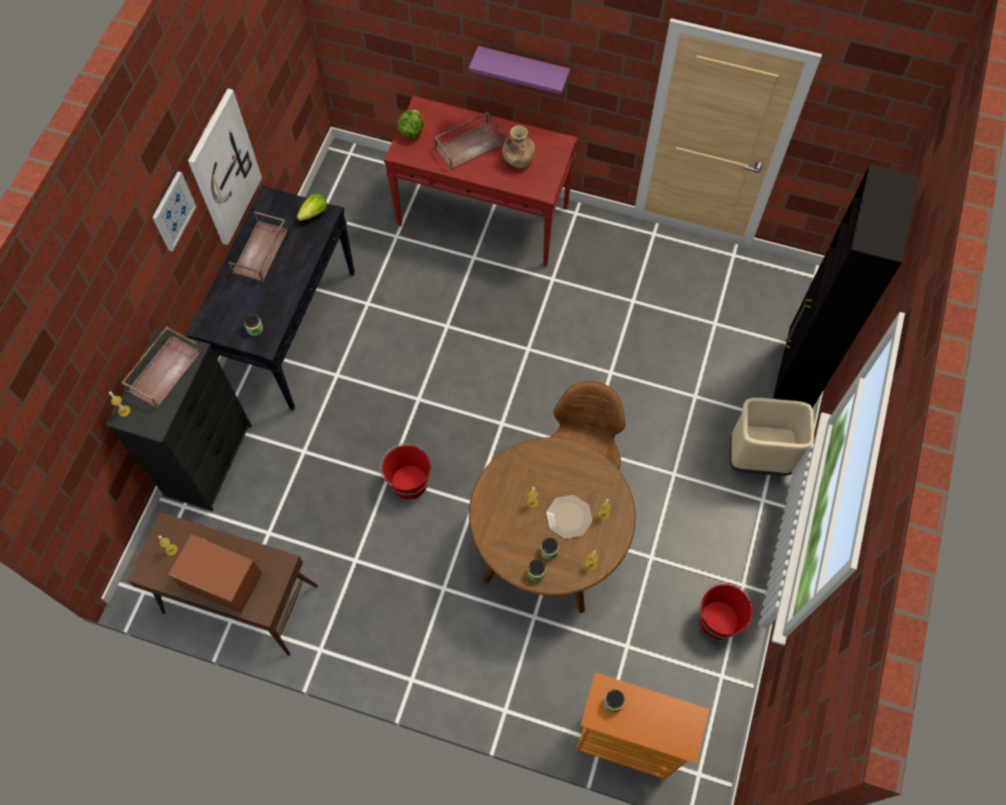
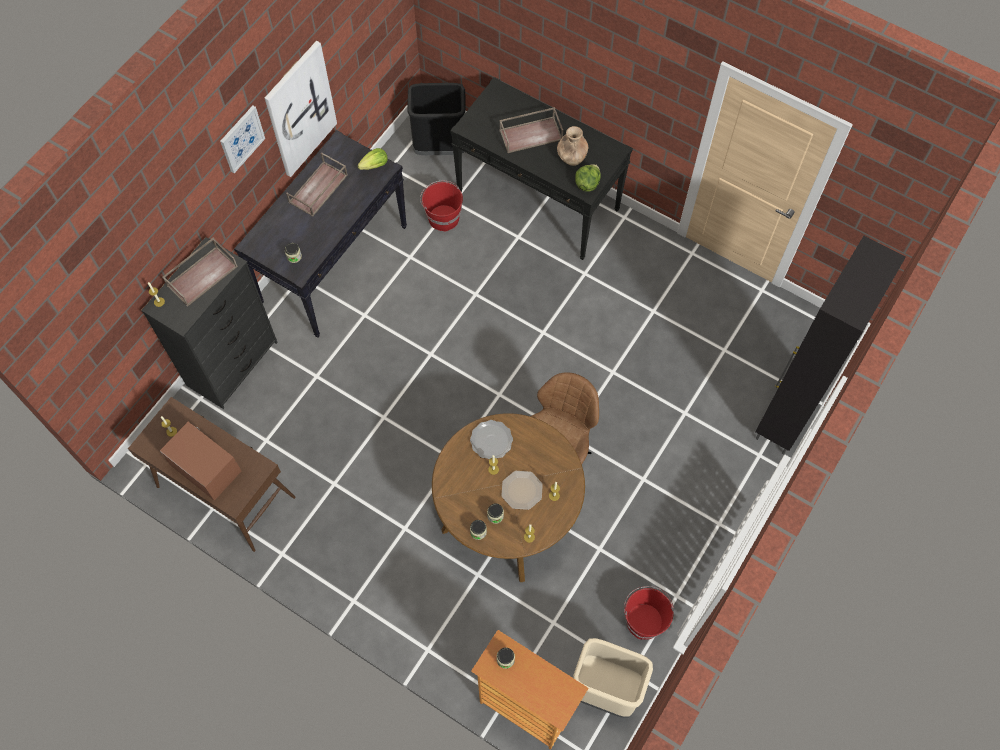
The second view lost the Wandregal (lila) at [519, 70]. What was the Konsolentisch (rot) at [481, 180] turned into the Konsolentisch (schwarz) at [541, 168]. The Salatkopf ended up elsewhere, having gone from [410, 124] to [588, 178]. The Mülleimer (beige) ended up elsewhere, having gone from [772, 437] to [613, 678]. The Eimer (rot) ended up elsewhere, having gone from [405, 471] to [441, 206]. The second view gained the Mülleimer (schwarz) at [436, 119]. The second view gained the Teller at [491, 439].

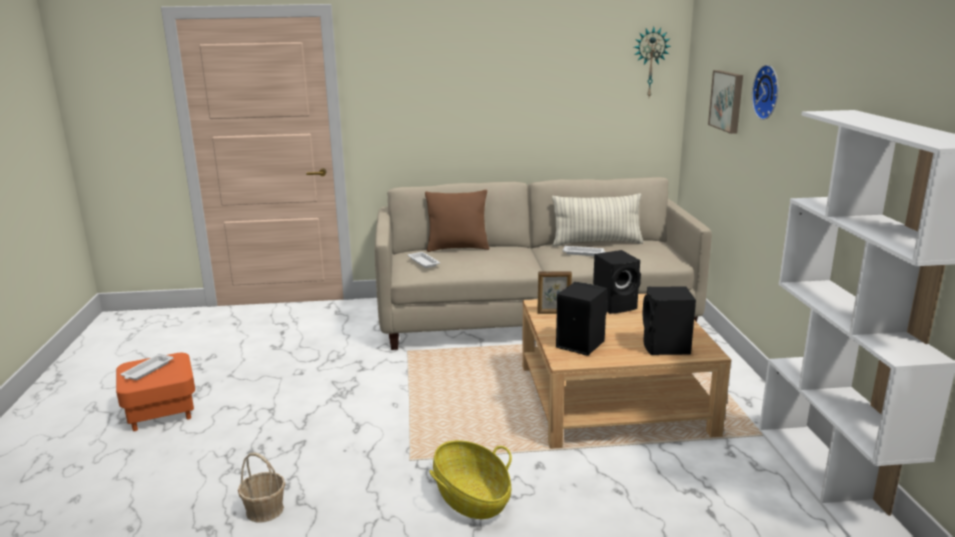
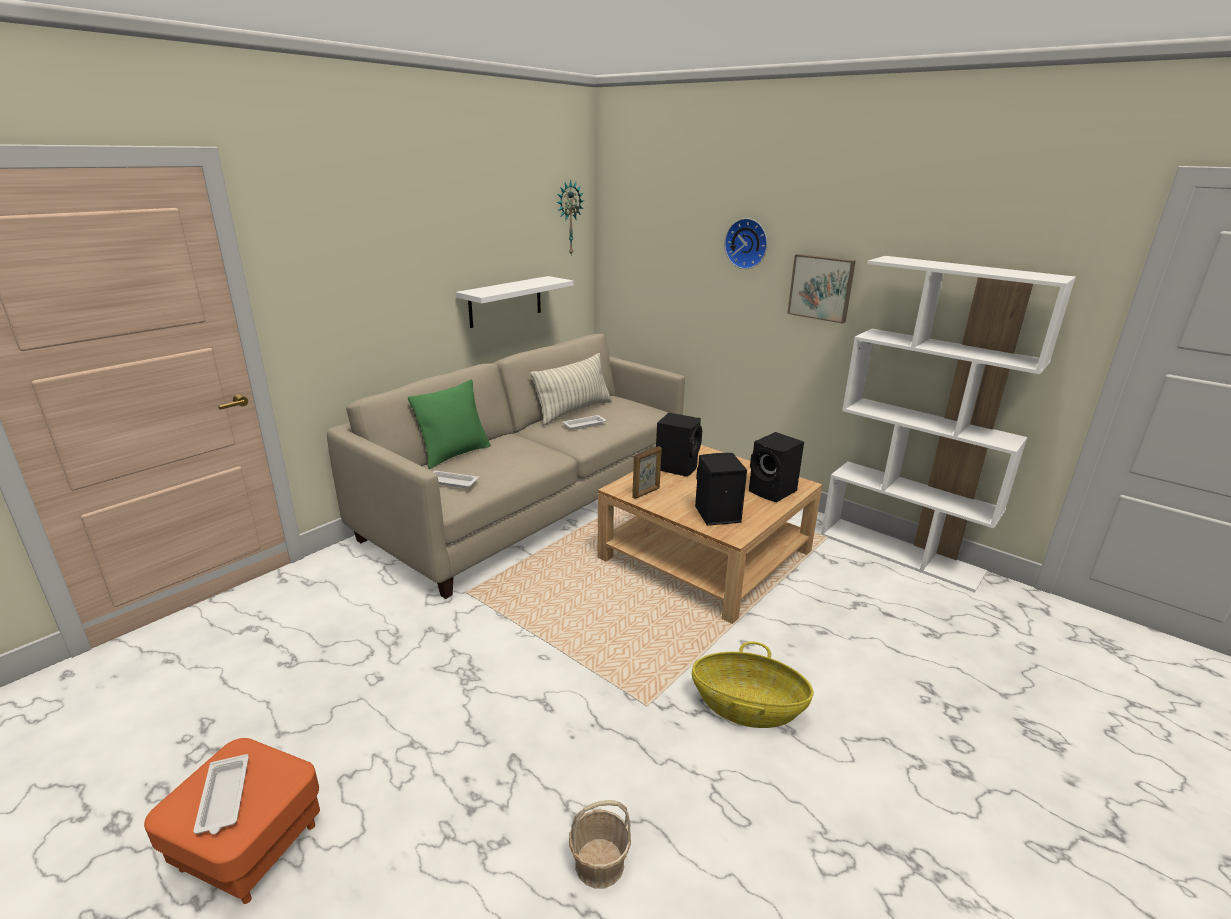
The Bild ended up elsewhere, having gone from [725, 102] to [821, 289]. What was the Kissen (braun) at [457, 221] turned into the Kissen (grün) at [449, 424]. The second view gained the Wandregal (weiß) at [514, 302].

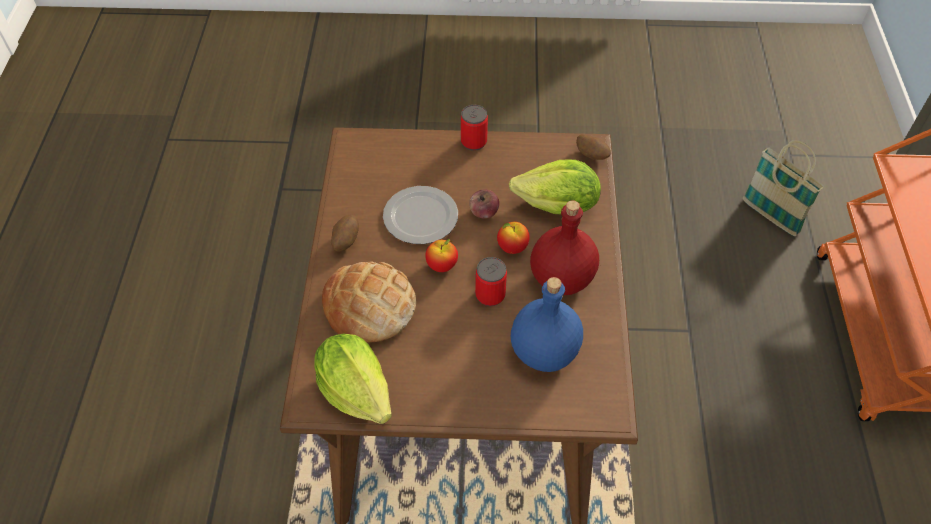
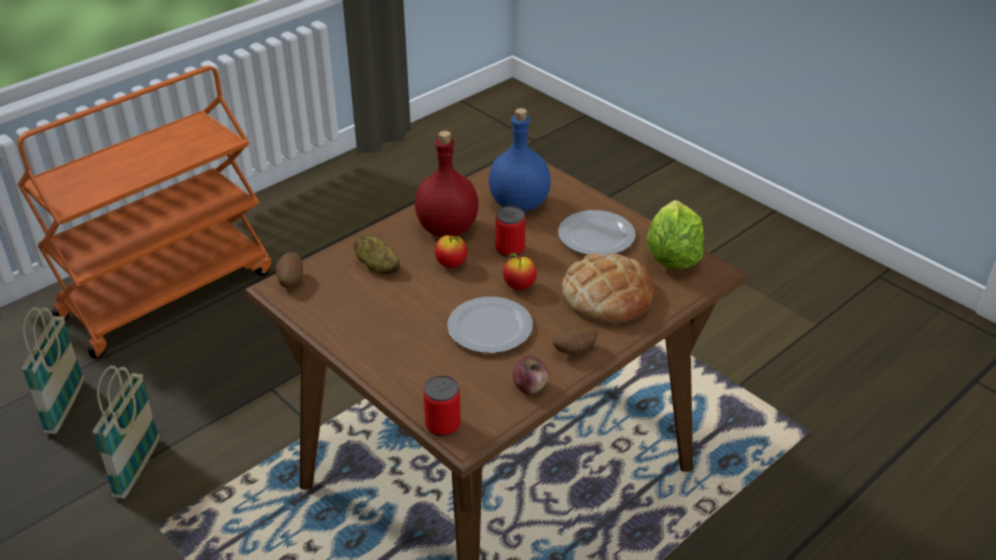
The Dose ended up elsewhere, having gone from [474, 128] to [442, 406]. Where the Salatkopf stood at [555, 187], the Kartoffel came to stand at [377, 254]. The Apfel ended up elsewhere, having gone from [484, 204] to [530, 375]. The second view gained the Teller at [596, 232]. The second view gained the Korb at [126, 432].

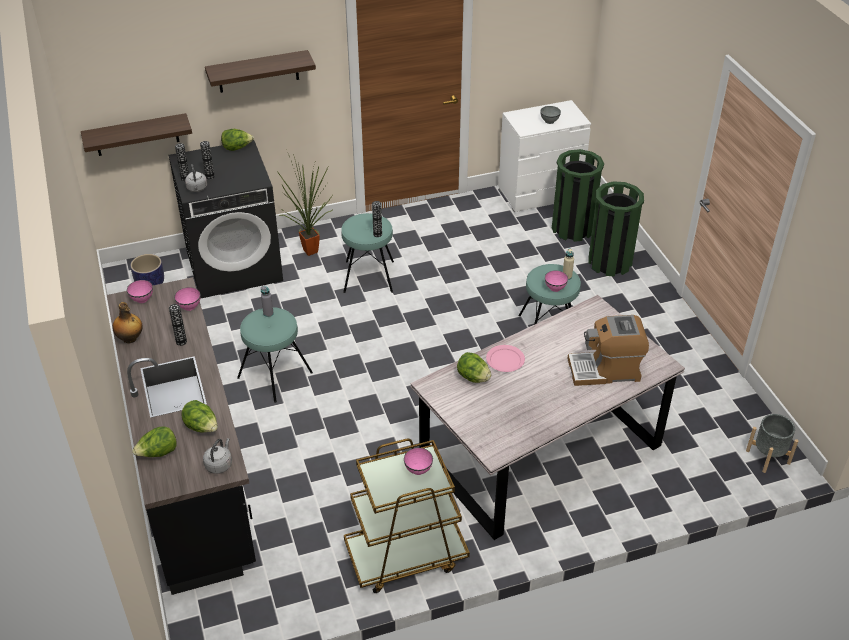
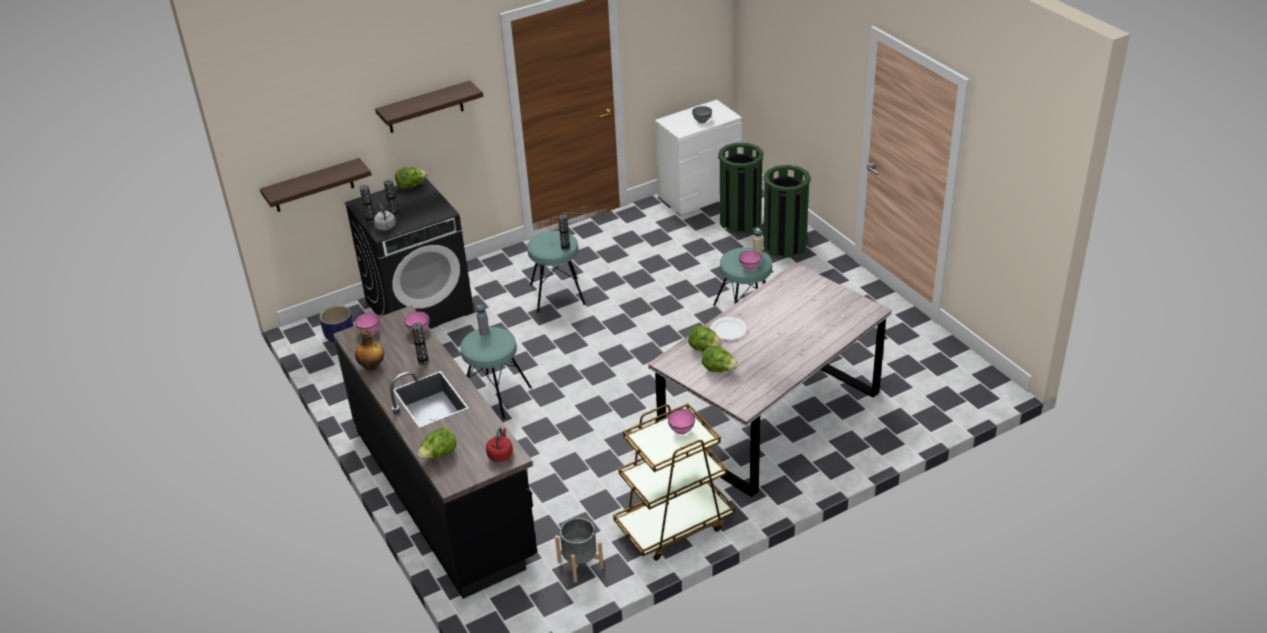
The second view lost the Topfpflanze at [305, 205]. The second view lost the Kaffeemaschine at [608, 350]. What was the Teller (rosa) at [505, 358] turned into the Teller (weiß) at [728, 328]. The Salatkopf ended up elsewhere, having gone from [199, 416] to [720, 359]. The Pflanzkübel (grau) ended up elsewhere, having gone from [772, 443] to [579, 550]. What was the Wasserkessel (grau) at [217, 456] turned into the Wasserkessel (rot) at [499, 444].

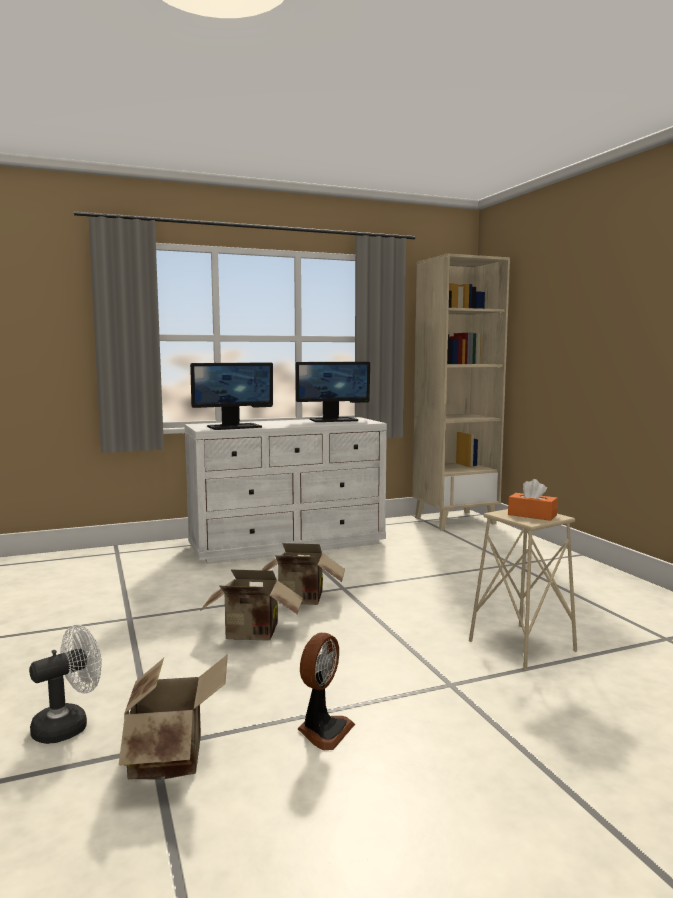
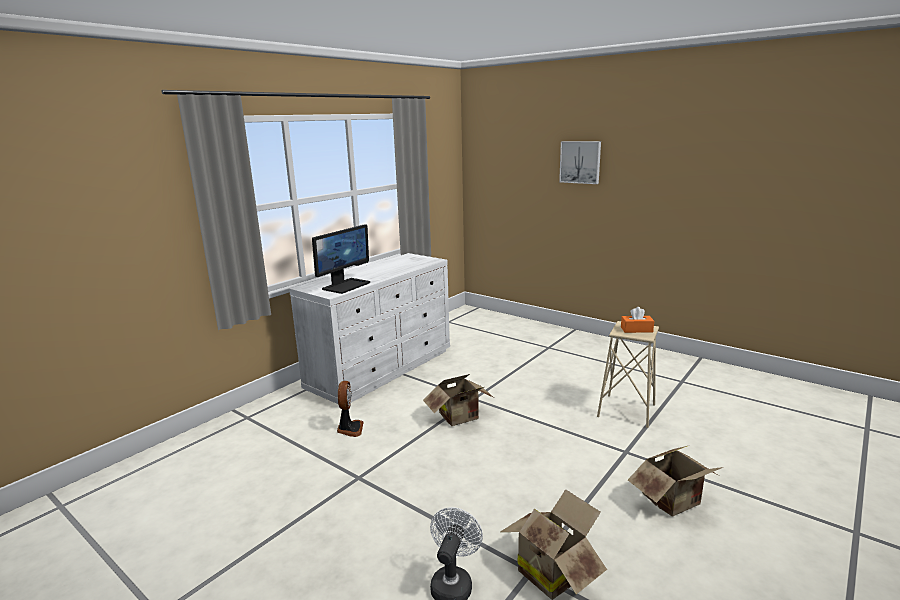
The second view lost the Bücherregal (beige) at [461, 392]. The second view lost the Monitor at [333, 392]. The Karton ended up elsewhere, having gone from [251, 605] to [675, 481]. The Ventilator ended up elsewhere, having gone from [326, 691] to [350, 409]. The second view gained the Bild at [580, 162].

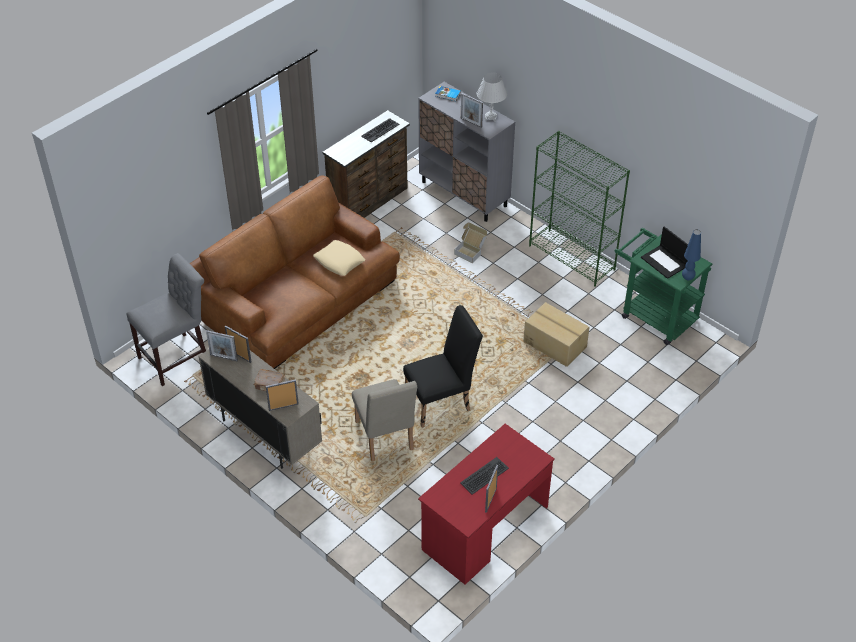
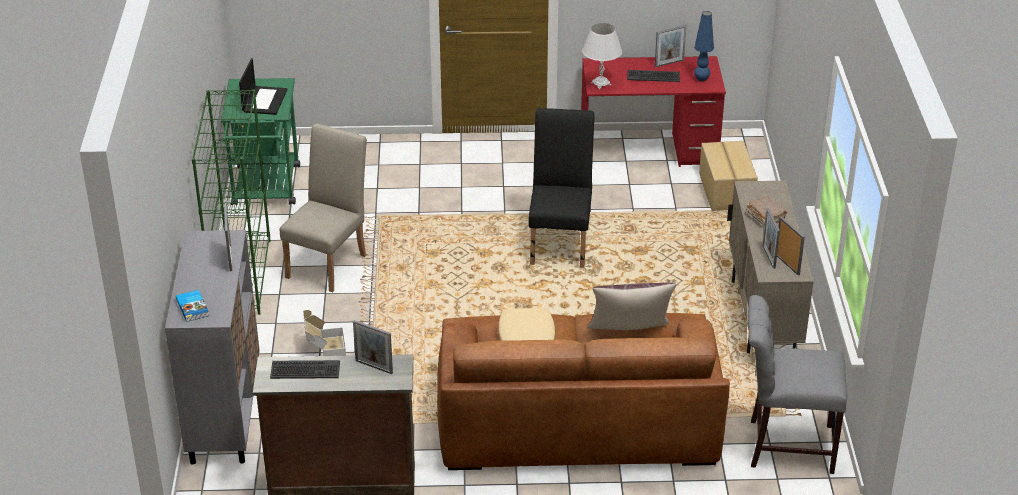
The Tischlampe (weiß) ended up elsewhere, having gone from [492, 97] to [602, 56]. The Tischlampe (blau) ended up elsewhere, having gone from [691, 254] to [704, 46]. The Karton ended up elsewhere, having gone from [557, 334] to [728, 176]. The Stuhl (schwarz) at [443, 366] ended up facing another way, 75 degrees clockwise from before. The Bilderrahmen ended up elsewhere, having gone from [282, 395] to [373, 347]. The Stuhl (beige) ended up elsewhere, having gone from [384, 420] to [323, 208]. The second view gained the Kissen (braun) at [632, 306].

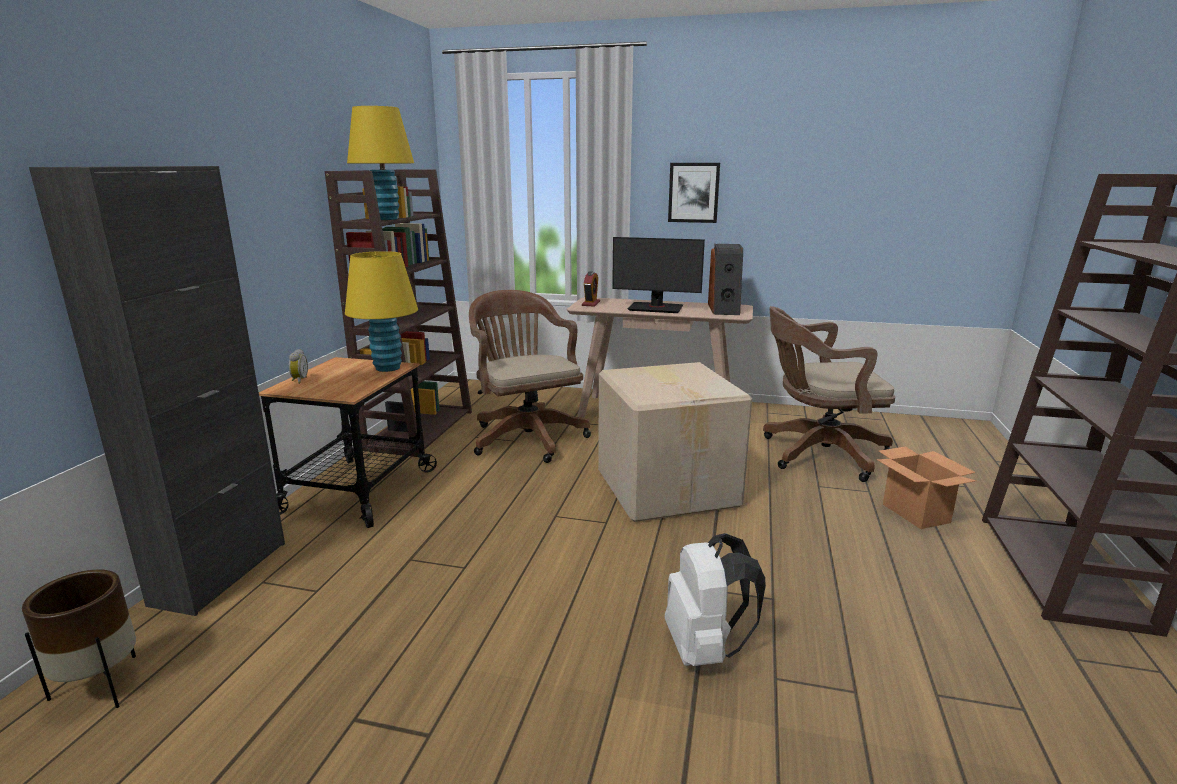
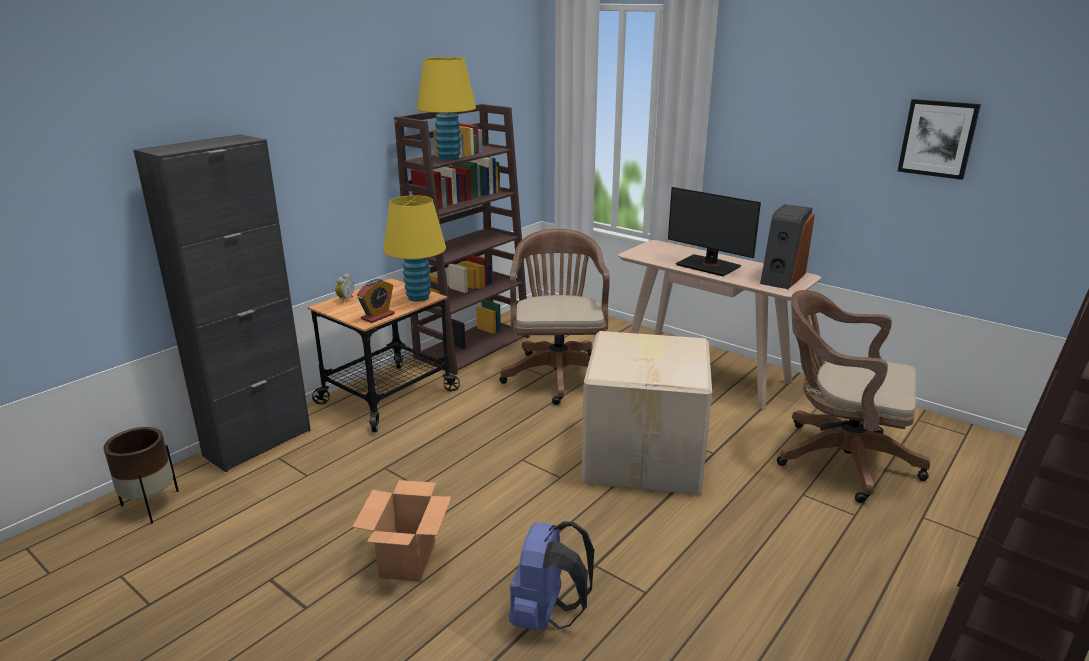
The Bild ended up elsewhere, having gone from [694, 193] to [939, 139]. The Wecker ended up elsewhere, having gone from [591, 289] to [376, 301]. The Karton ended up elsewhere, having gone from [926, 487] to [402, 531]. What was the Rucksack (weiß) at [715, 599] turned into the Rucksack (blau) at [551, 576].

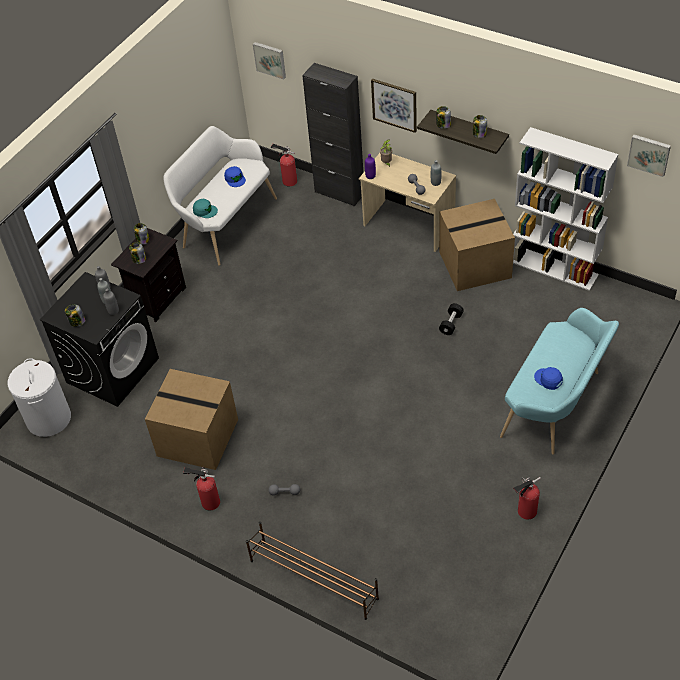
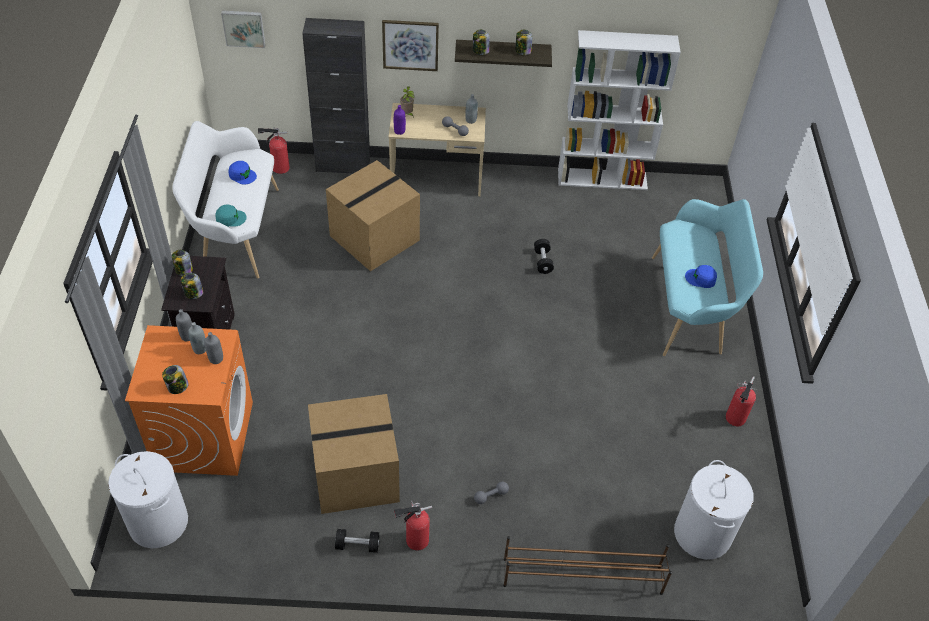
The second view lost the Bild at [649, 155]. The Karton ended up elsewhere, having gone from [477, 245] to [373, 215]. What was the Waschmaschine (schwarz) at [99, 339] turned into the Waschmaschine (orange) at [189, 400]. The second view gained the Wäschekorb (weiß) at [714, 510]. The second view gained the Hantel (schwarz) at [357, 541].

